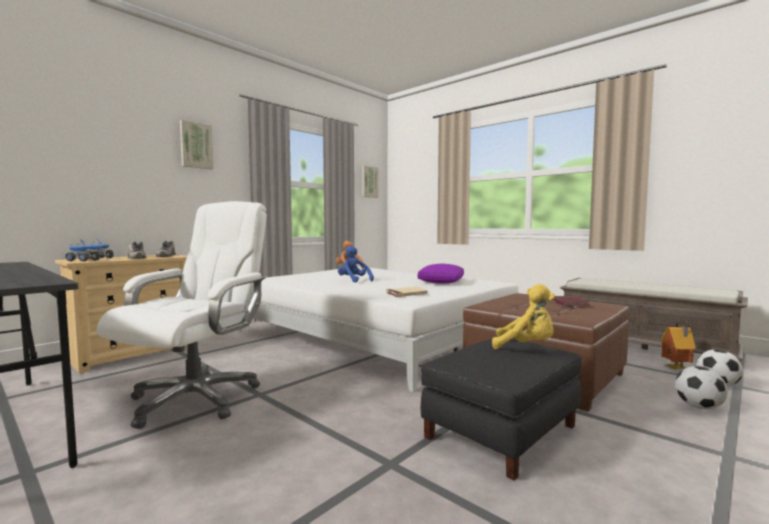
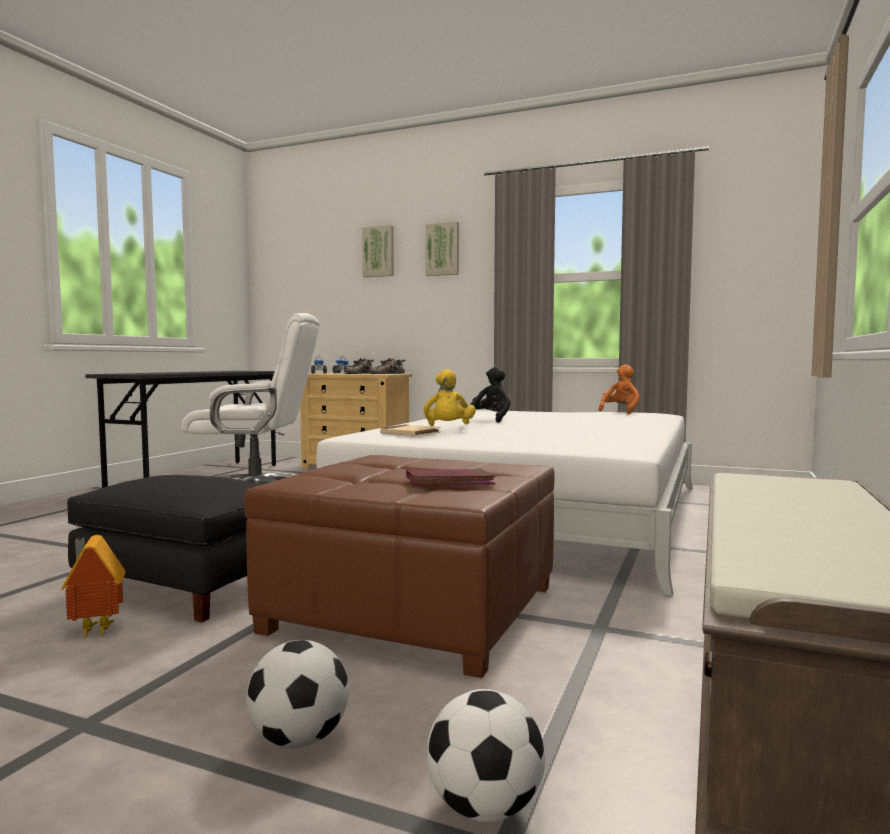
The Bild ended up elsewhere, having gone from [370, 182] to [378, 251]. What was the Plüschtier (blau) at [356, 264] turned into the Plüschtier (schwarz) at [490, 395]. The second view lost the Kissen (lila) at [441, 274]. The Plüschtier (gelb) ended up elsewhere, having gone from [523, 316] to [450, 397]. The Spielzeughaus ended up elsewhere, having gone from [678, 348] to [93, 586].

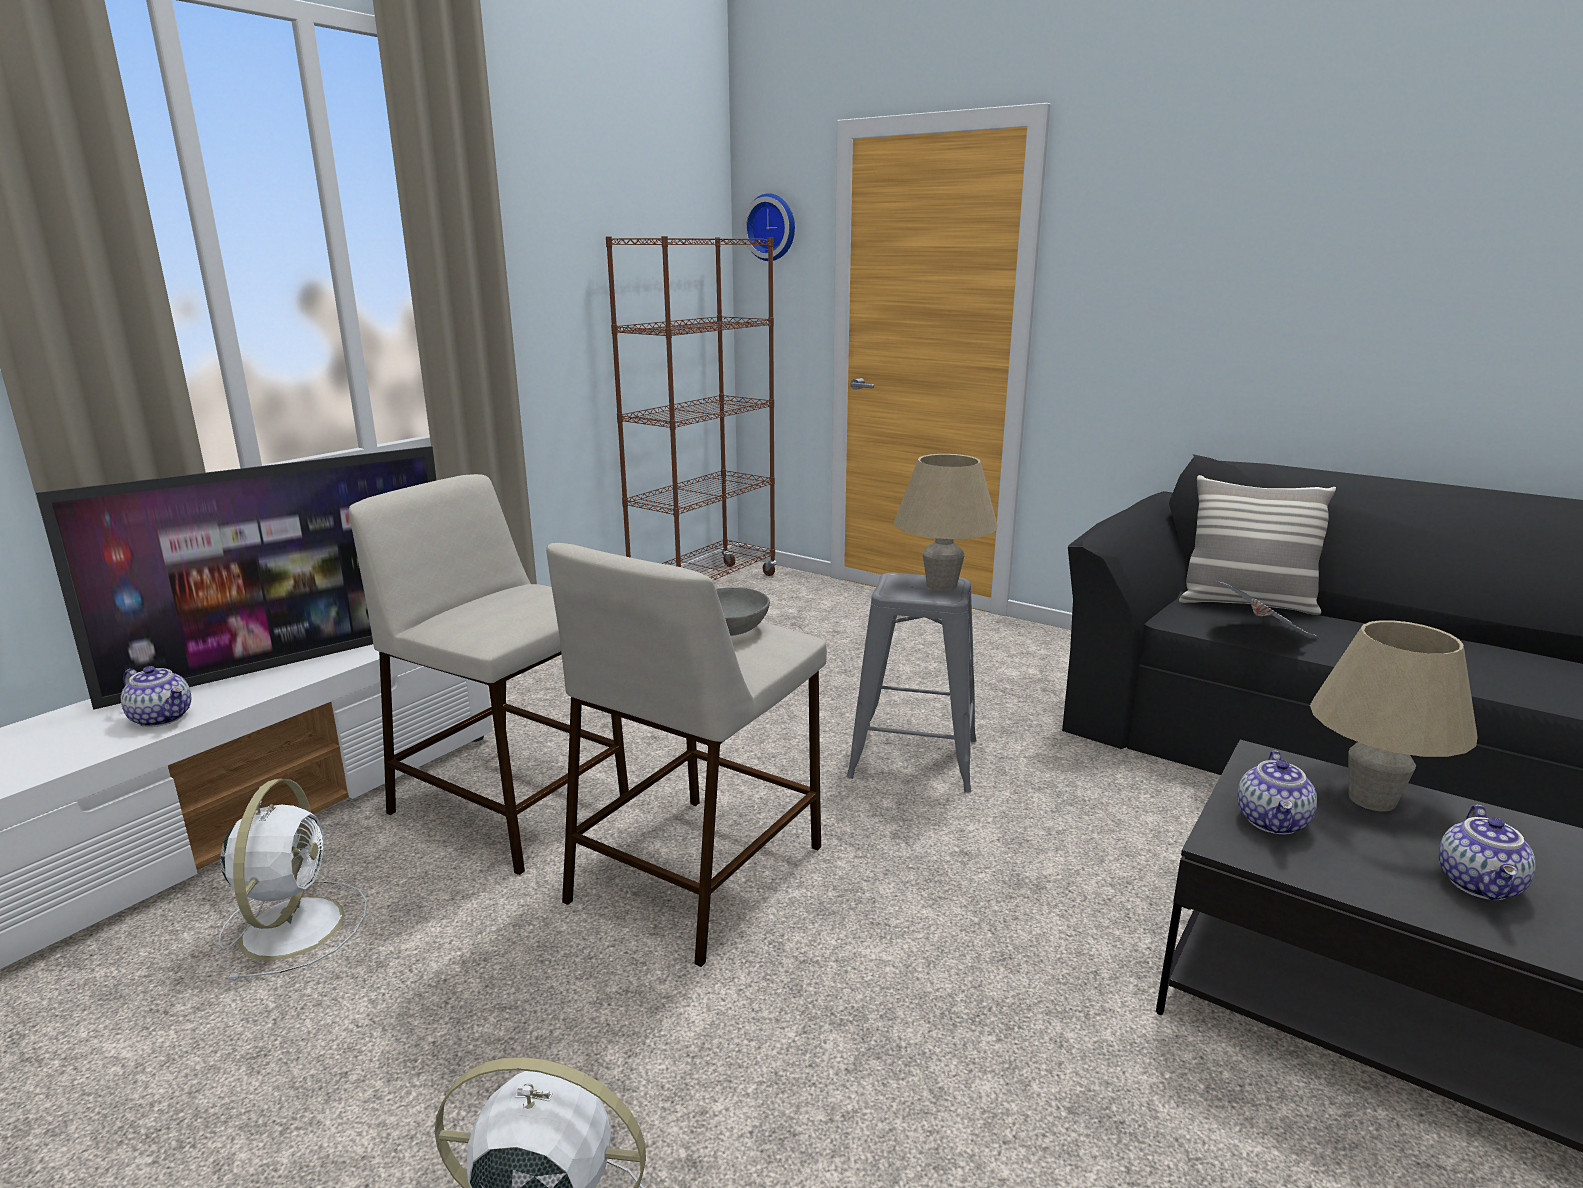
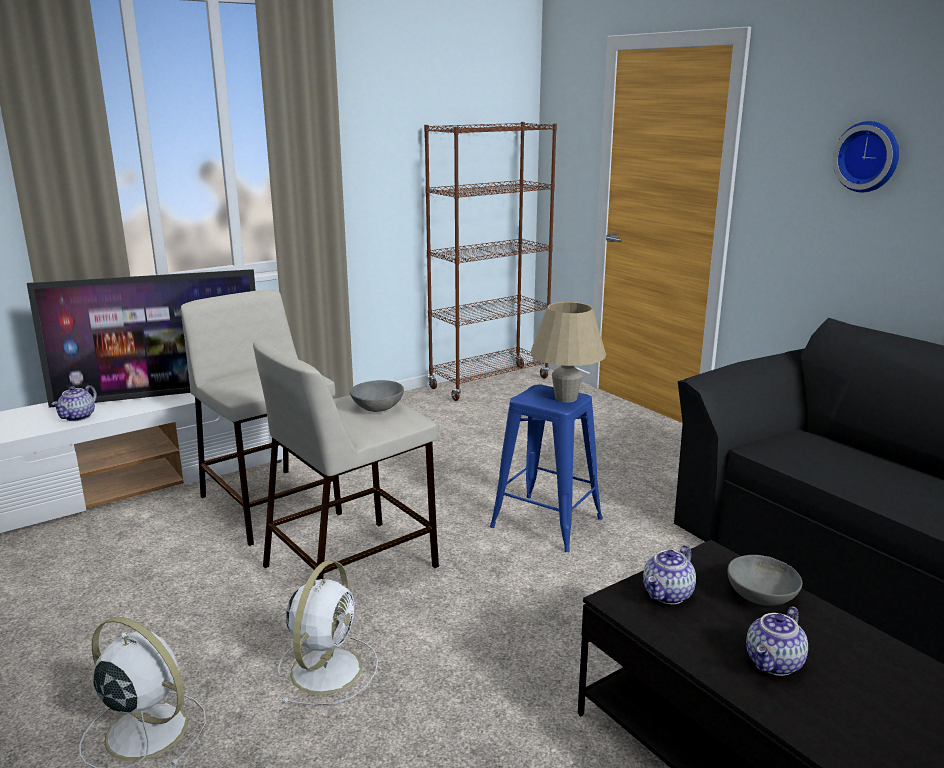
The Wanduhr ended up elsewhere, having gone from [768, 227] to [866, 156]. The second view lost the Kissen at [1257, 545]. What was the Hocker (grau) at [911, 683] turned into the Hocker (blau) at [546, 468]. The second view lost the Zeitung at [1265, 608]. Where the Tischlampe (beige) stood at [1394, 716], the Schüssel (grau) came to stand at [764, 580]. The Teekanne at [156, 696] ended up facing another way, 60 degrees clockwise from before. The Ventilator (weiß) ended up elsewhere, having gone from [293, 880] to [328, 633].

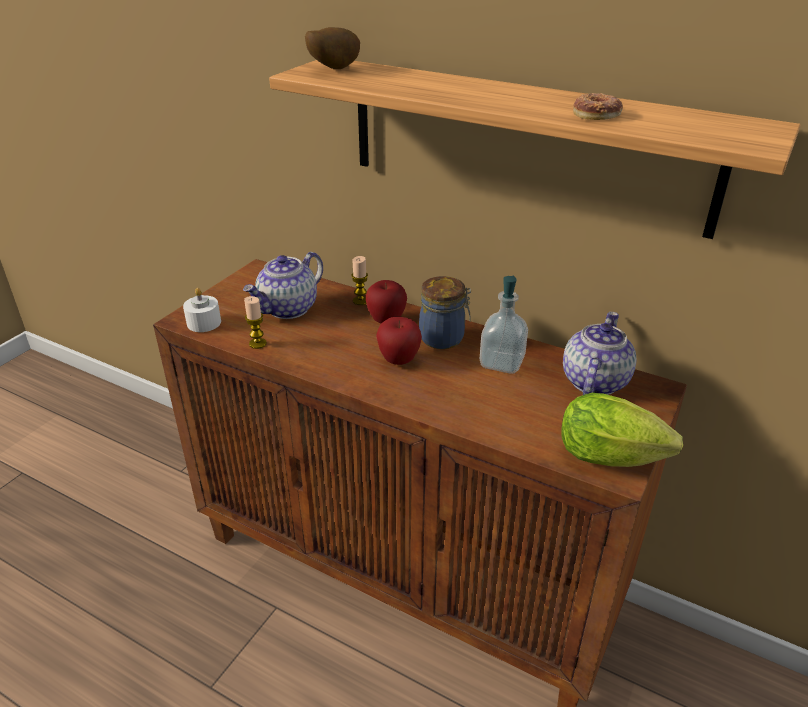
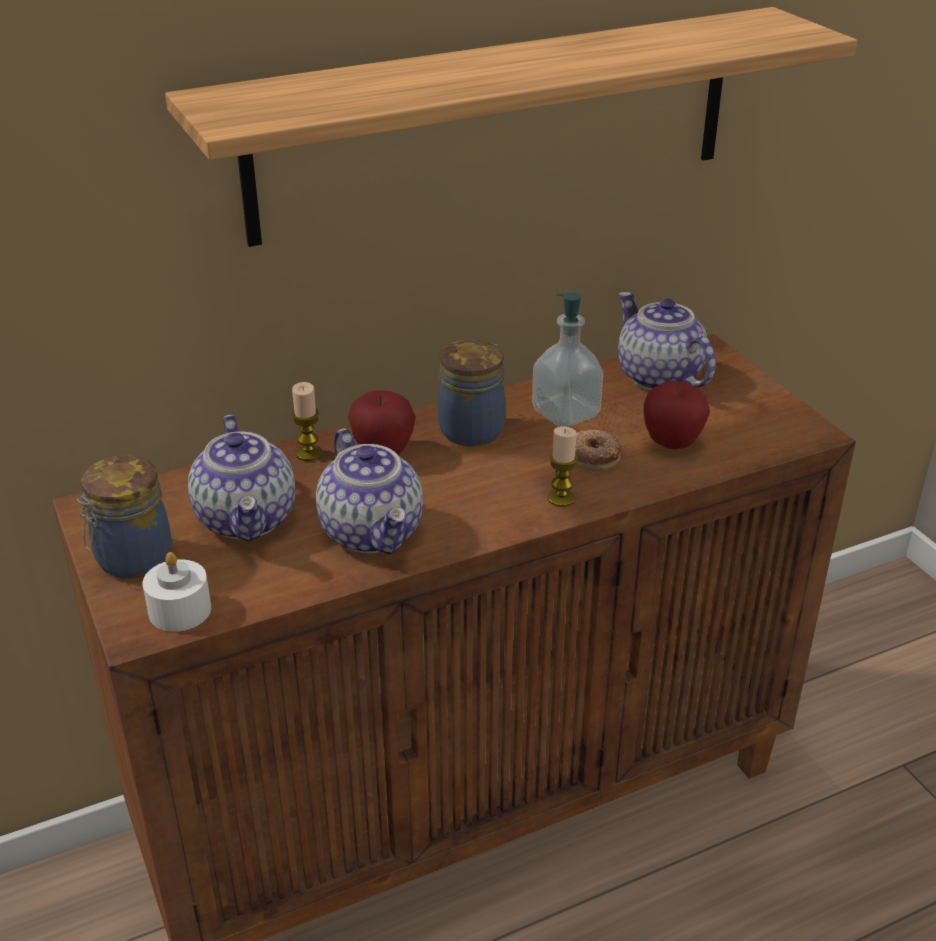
The second view lost the Kartoffel at [332, 48]. The Donut ended up elsewhere, having gone from [598, 106] to [598, 450]. The Kerze ended up elsewhere, having gone from [255, 322] to [563, 467]. The Apfel ended up elsewhere, having gone from [399, 341] to [676, 414]. The second view lost the Salatkopf at [622, 430]. The second view gained the Teekanne at [369, 491]. The second view gained the Vorratsglas at [124, 516].

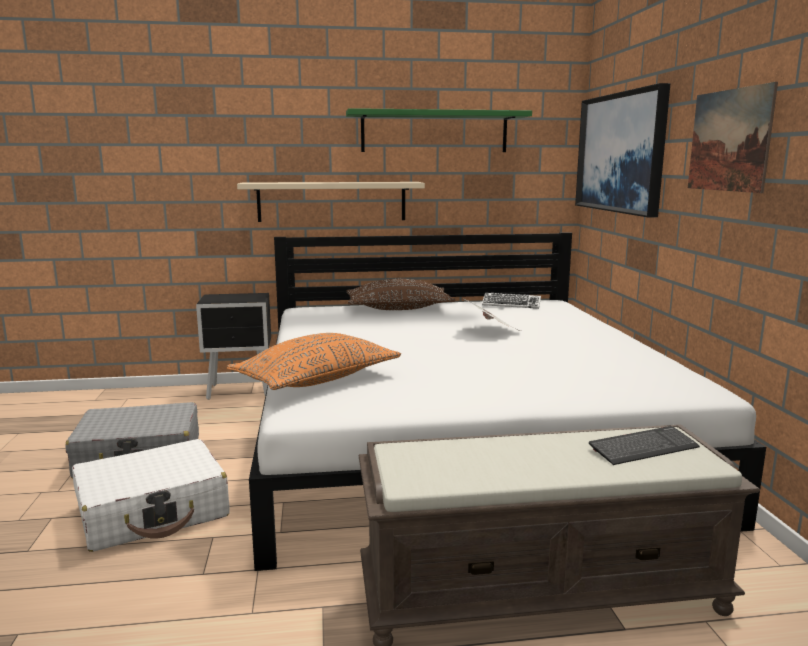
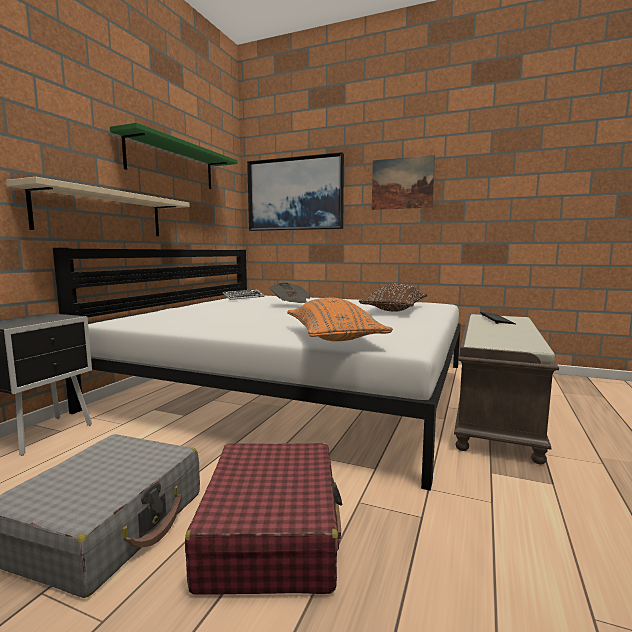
The Kissen (braun) ended up elsewhere, having gone from [401, 294] to [393, 297]. What was the Koffer (weiß) at [151, 495] turned into the Koffer (rot) at [263, 519].

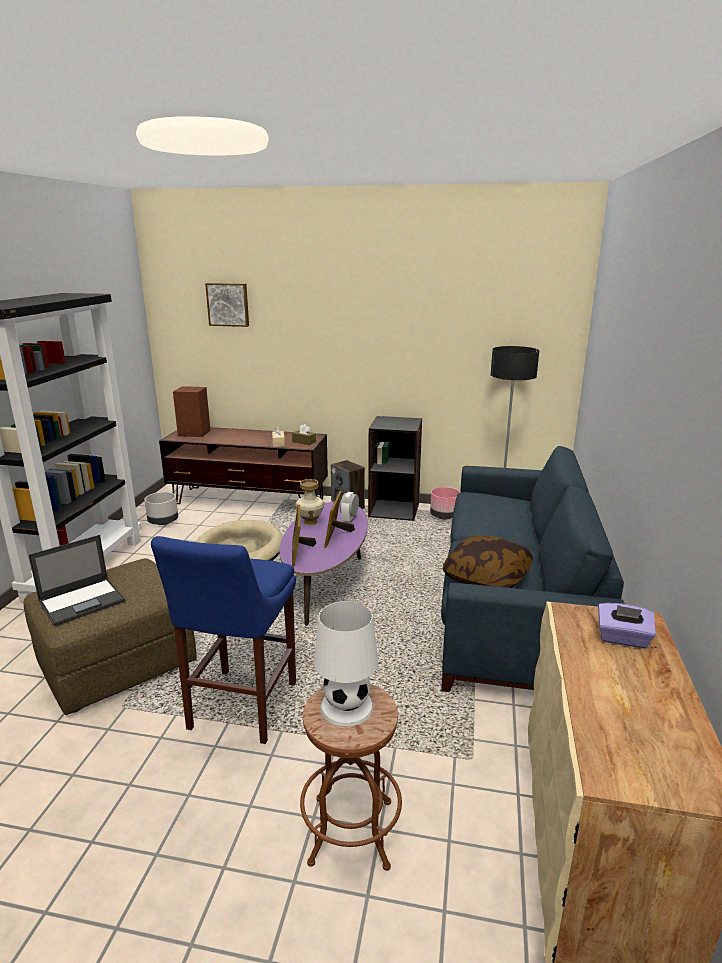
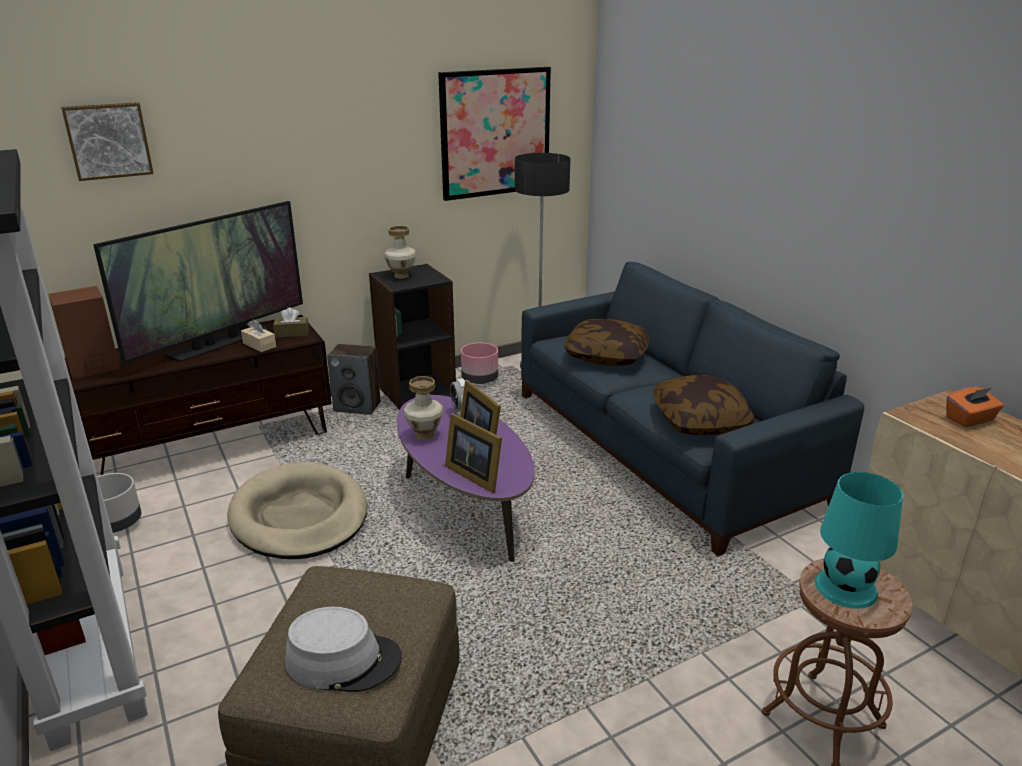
Where the Laptop stood at [77, 580], the Hut (grau) came to stand at [343, 649]. The second view lost the Hocker (blau) at [223, 640]. What was the Tischlampe (weiß) at [346, 664] turned into the Tischlampe (türkis) at [859, 540]. What was the Taschentuchbox (lila) at [627, 626] turned into the Taschentuchbox (orange) at [975, 407]. The second view gained the Bild at [494, 134]. The second view gained the Fernseher at [198, 282]. The second view gained the Vase at [400, 252]. The second view gained the Kissen at [606, 342].

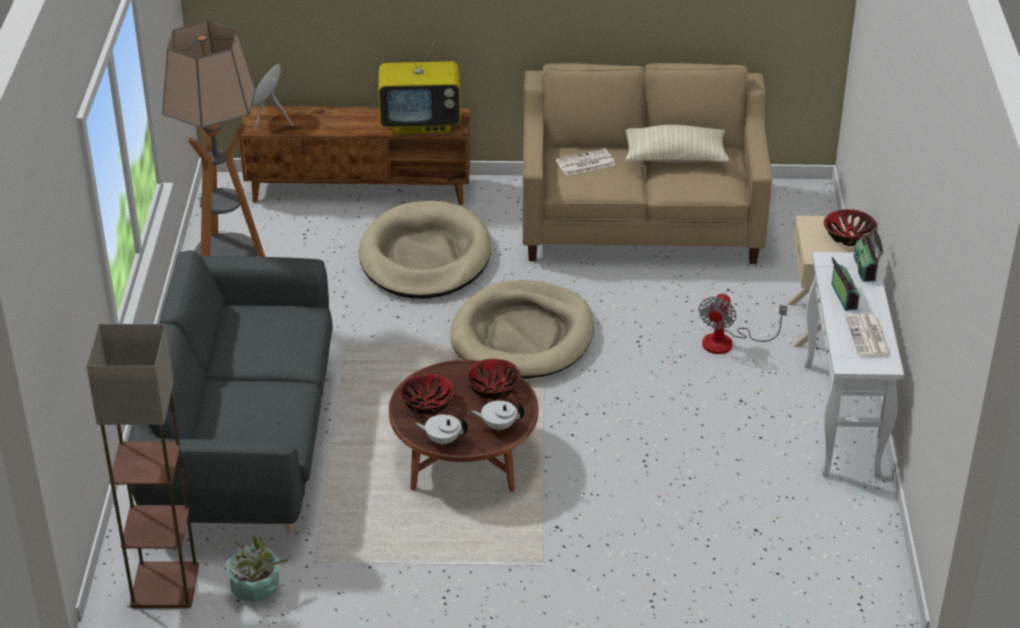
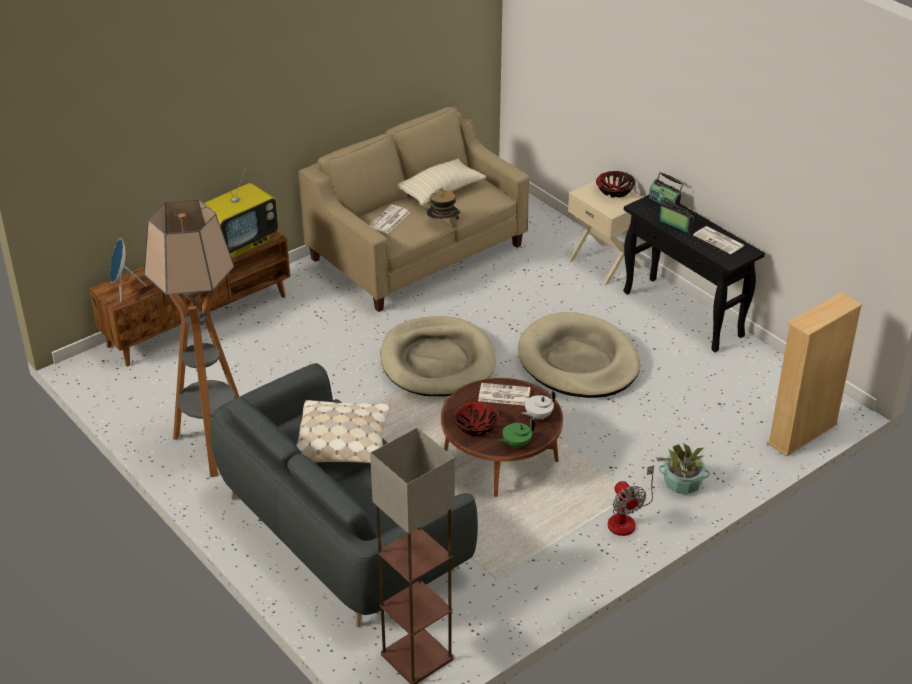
The Hundebett (beige) ended up elsewhere, having gone from [425, 250] to [579, 355]. What was the Konsolentisch (weiß) at [854, 364] turned into the Konsolentisch (schwarz) at [694, 273]. The Ventilator ended up elsewhere, having gone from [743, 323] to [631, 501]. Where the Schüssel stood at [493, 379], the Zeitung came to stand at [504, 394]. What was the Teekanne (weiß) at [441, 430] turned into the Teekanne (grün) at [516, 433]. The Topfpflanze ended up elsewhere, having gone from [258, 568] to [683, 468]. The second view gained the Hut at [443, 203]. The second view gained the Bücherregal (beige) at [814, 374]. The second view gained the Kissen (beige) at [343, 431].

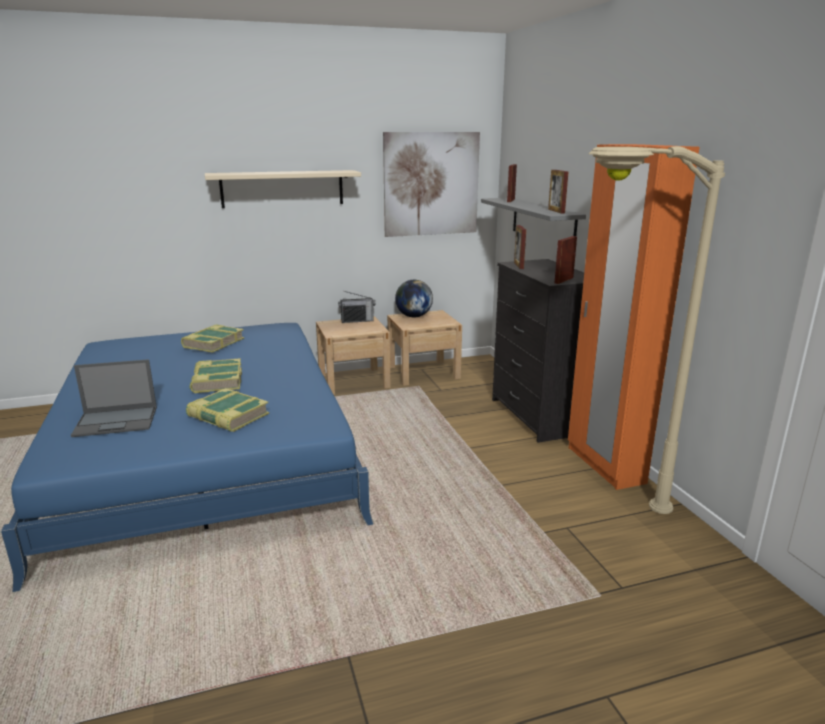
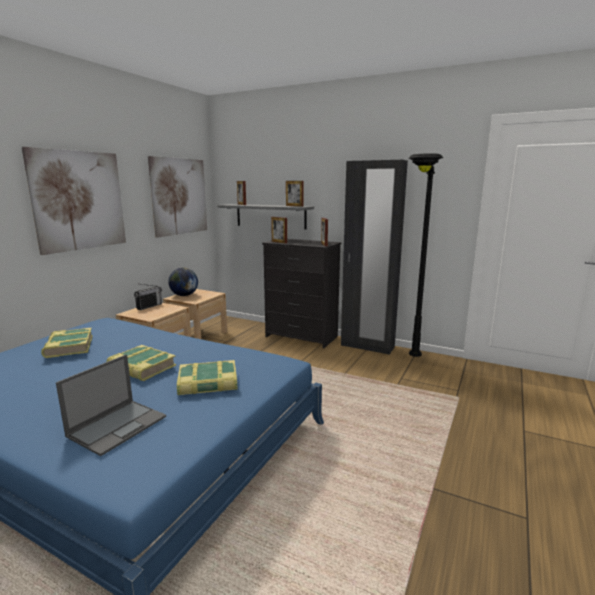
What was the Kleiderschrank (orange) at [634, 317] turned into the Kleiderschrank (schwarz) at [374, 257]. What was the Stehlampe (beige) at [656, 330] turned into the Stehlampe (schwarz) at [425, 255]. Where the Wandregal (beige) hung at [283, 189], the Bild came to hang at [74, 201].

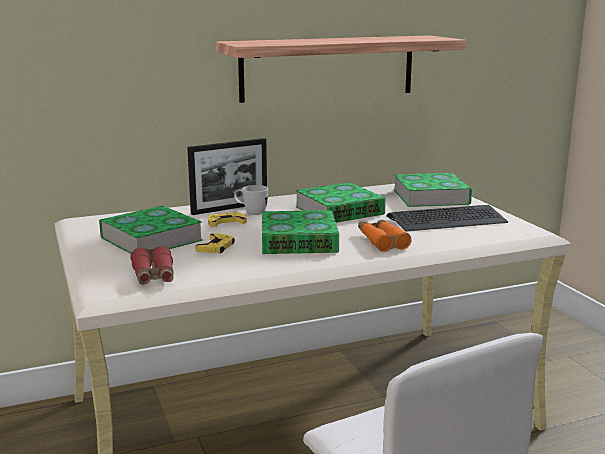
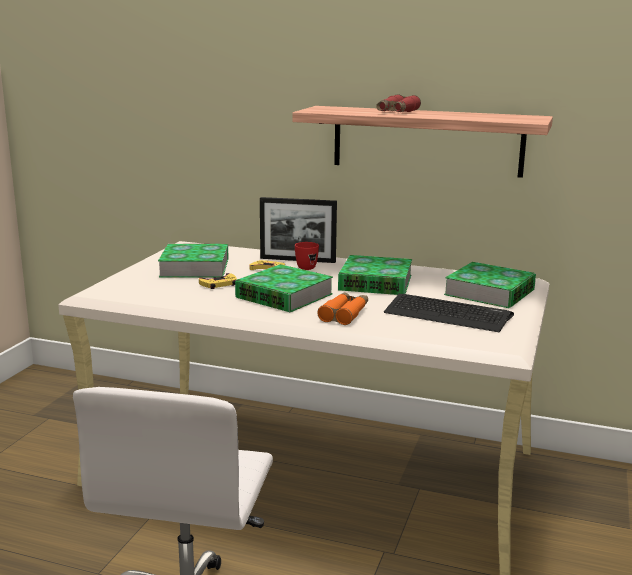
What was the Henkelbecher (weiß) at [251, 200] turned into the Henkelbecher (rot) at [307, 256]. The Fernglas (rot) ended up elsewhere, having gone from [151, 265] to [398, 103].

